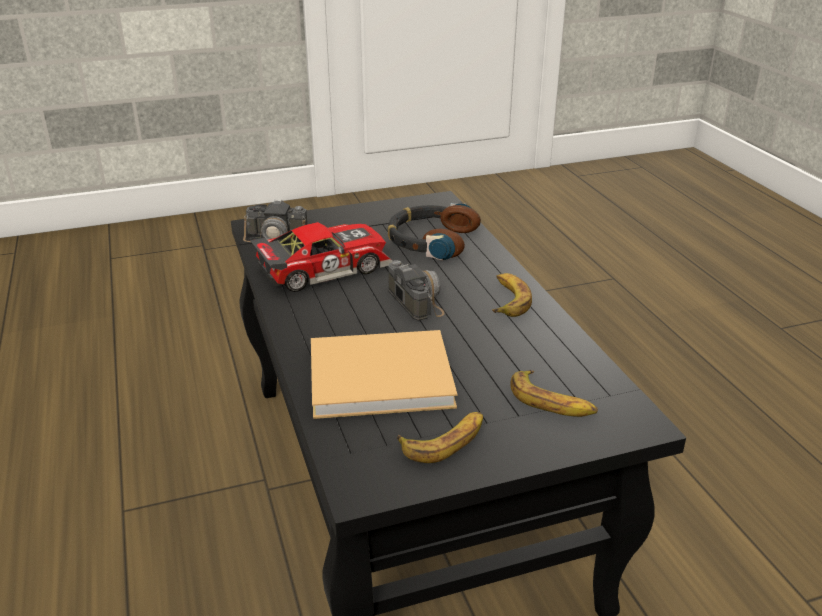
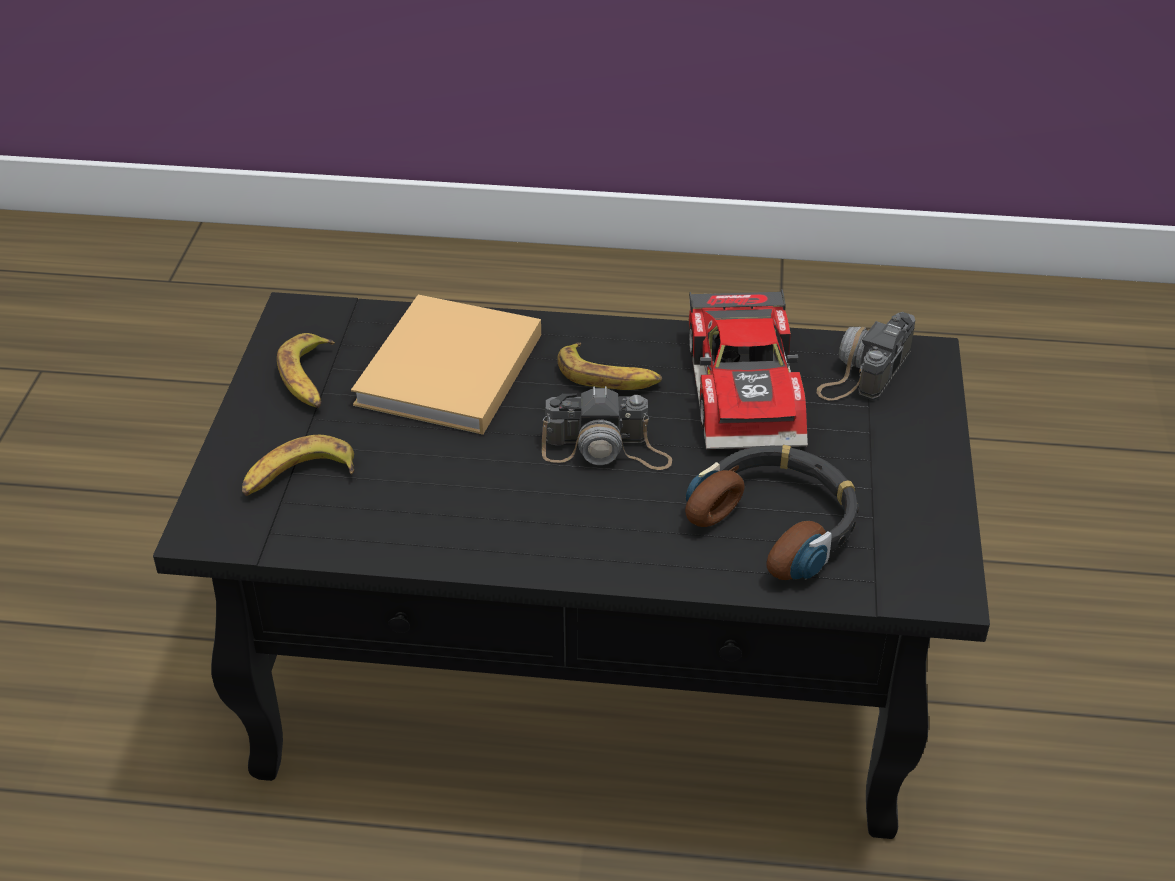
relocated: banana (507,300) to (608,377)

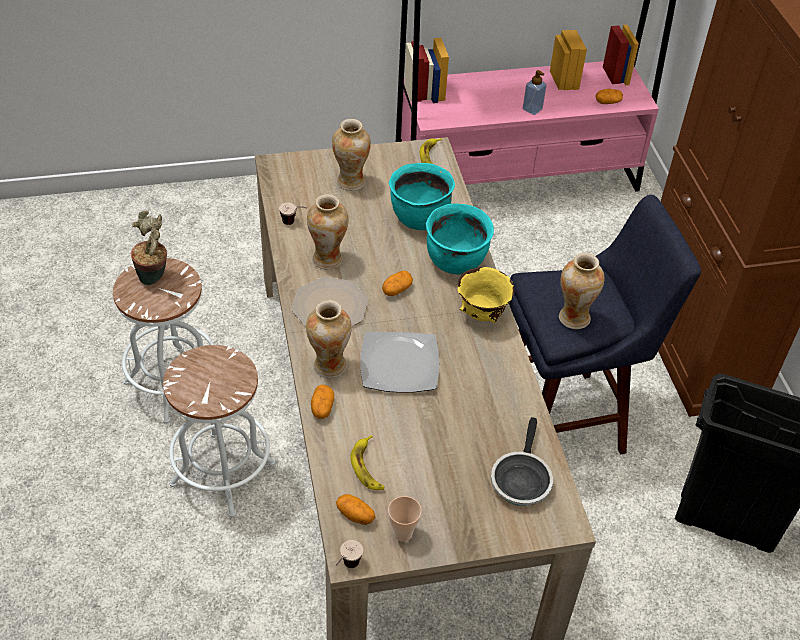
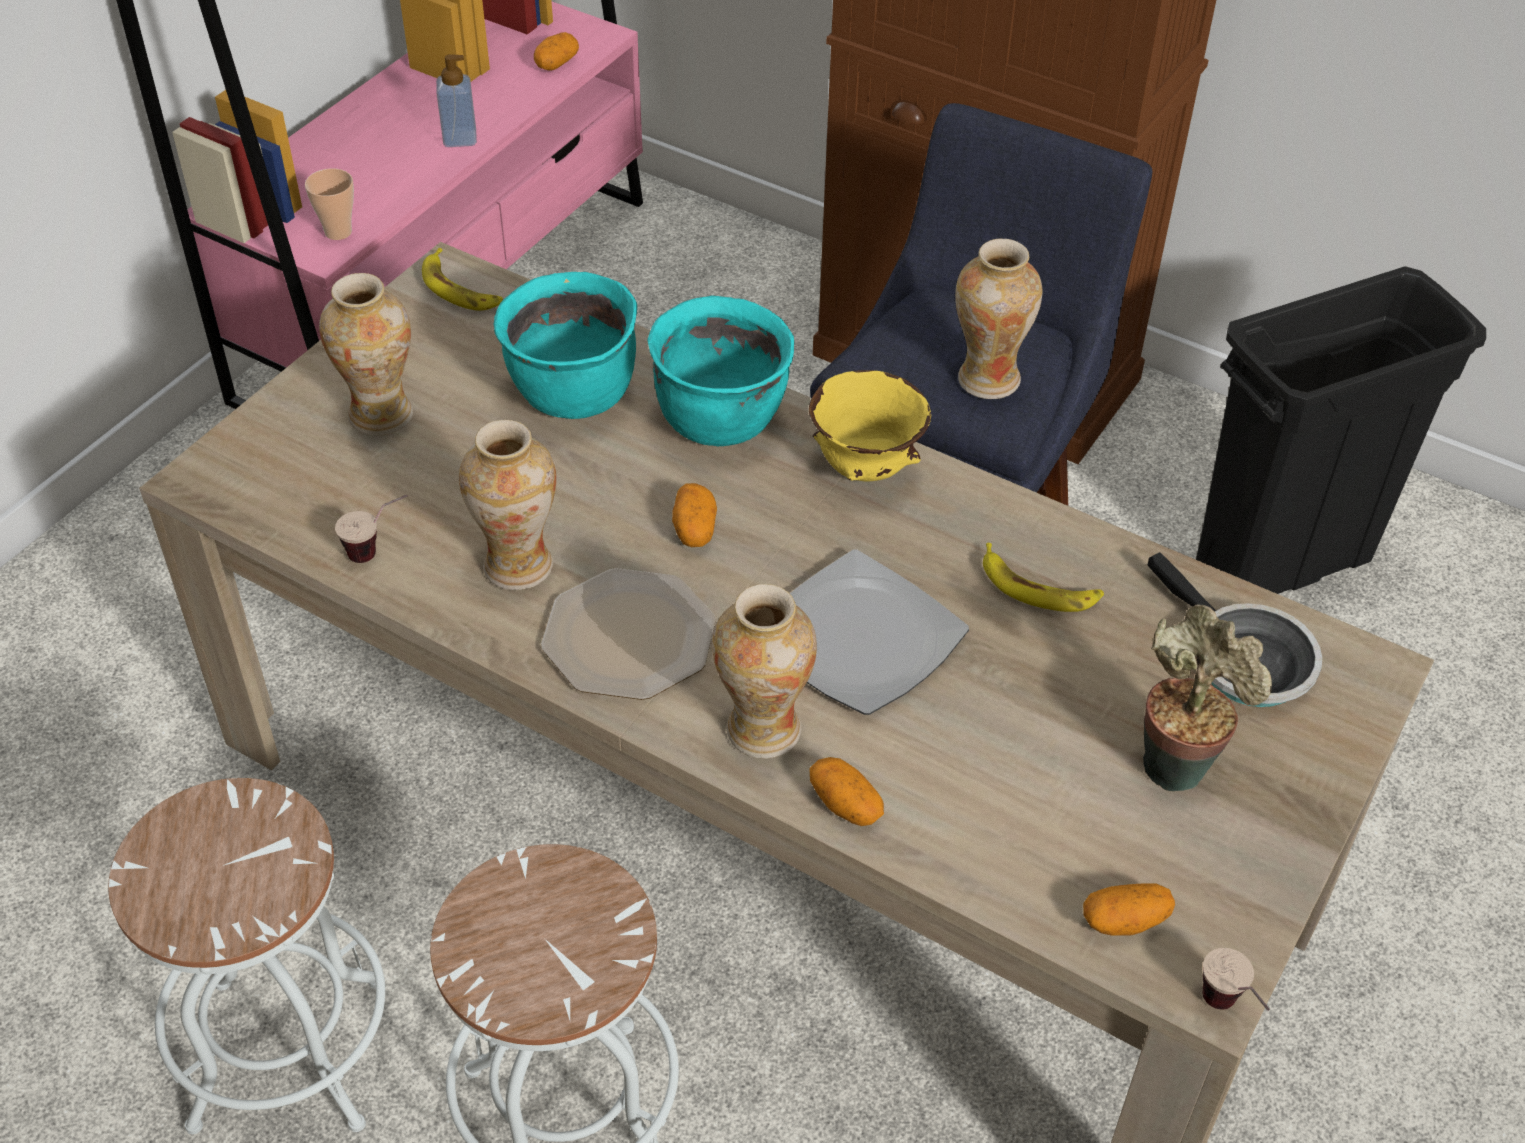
relocated: small cup (403,533) to (338,232); banana (368,467) to (1038,587); potted plant (154,277) to (1177,761)

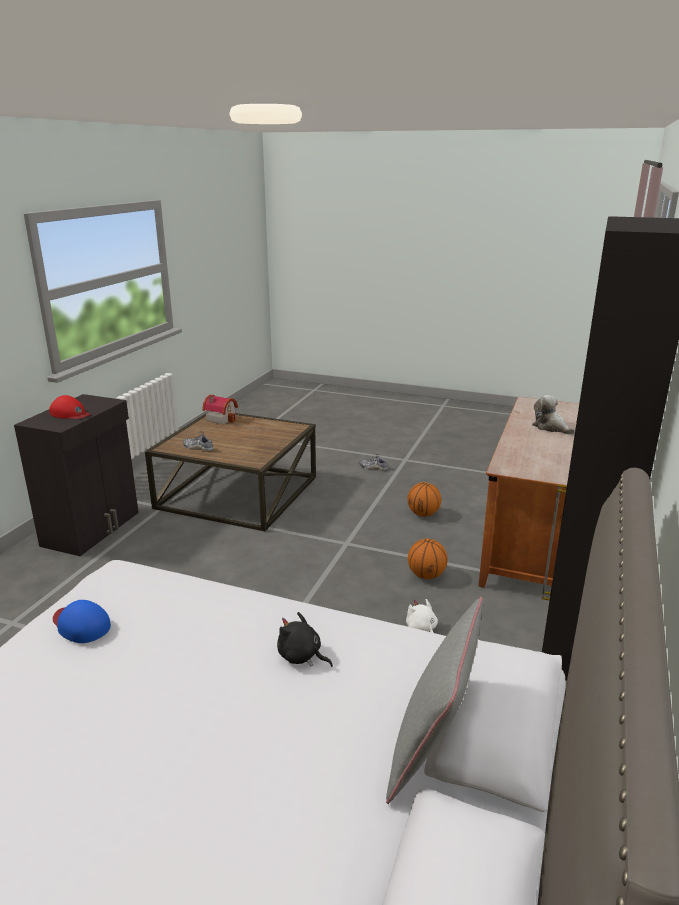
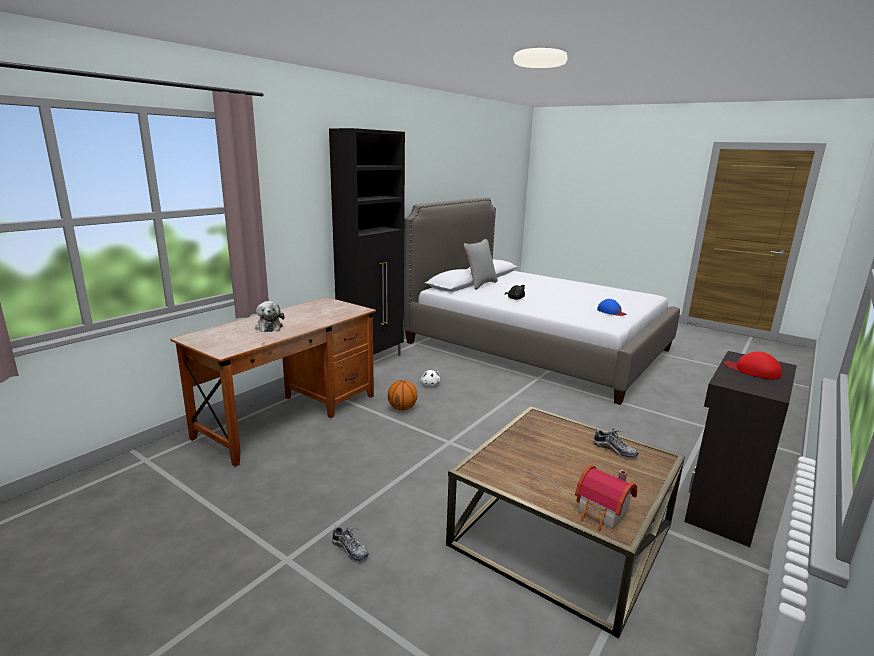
missing: ball for basketball (423,514)

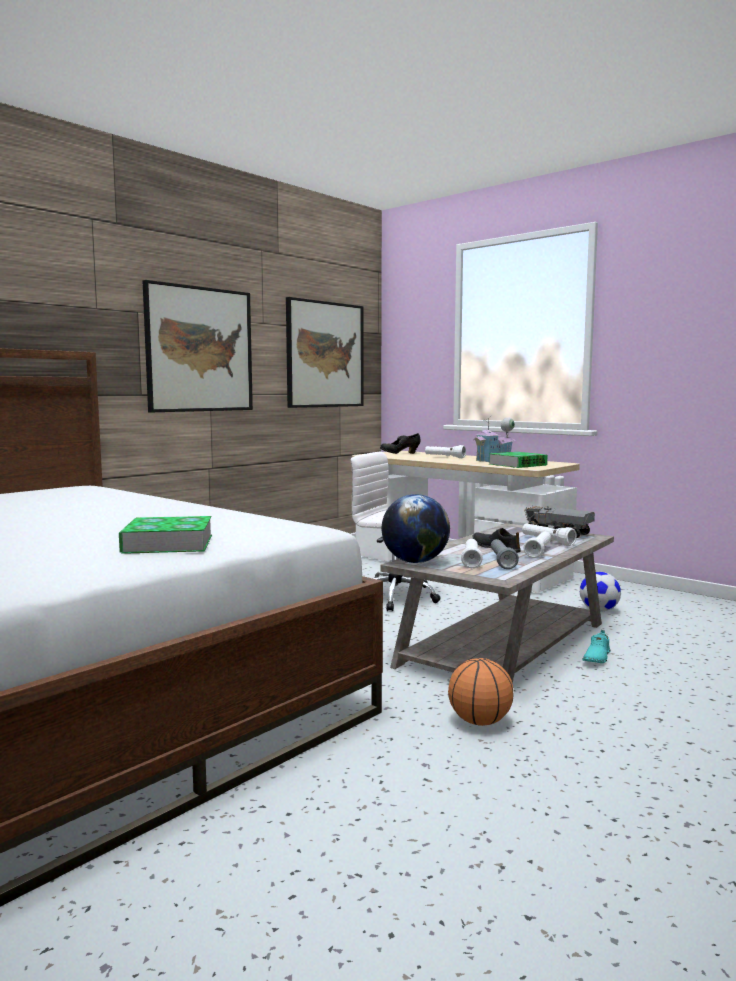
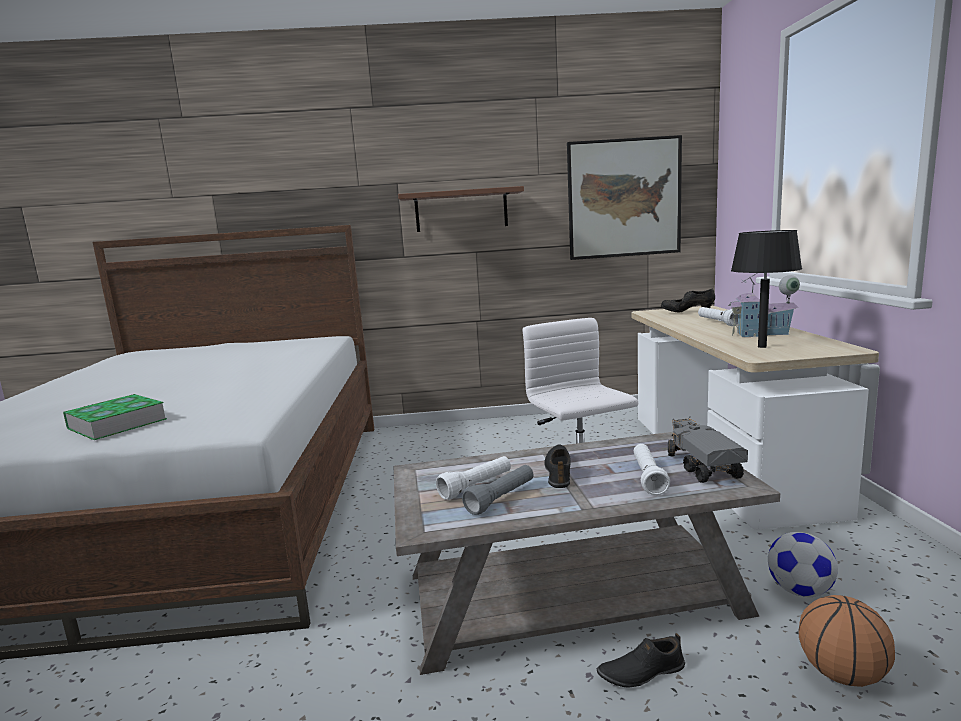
missing: desk globe (415,562); white torch (539,552)
relocated: ball for basketball (479,722) to (841,674)
exchanged: picture (199,349) to brownish wall shelf (461,210); bound book (517,465) to black lamp for a table (762,347)
colour: blue-green item of footwear (596,657) to black item of footwear (641,672)

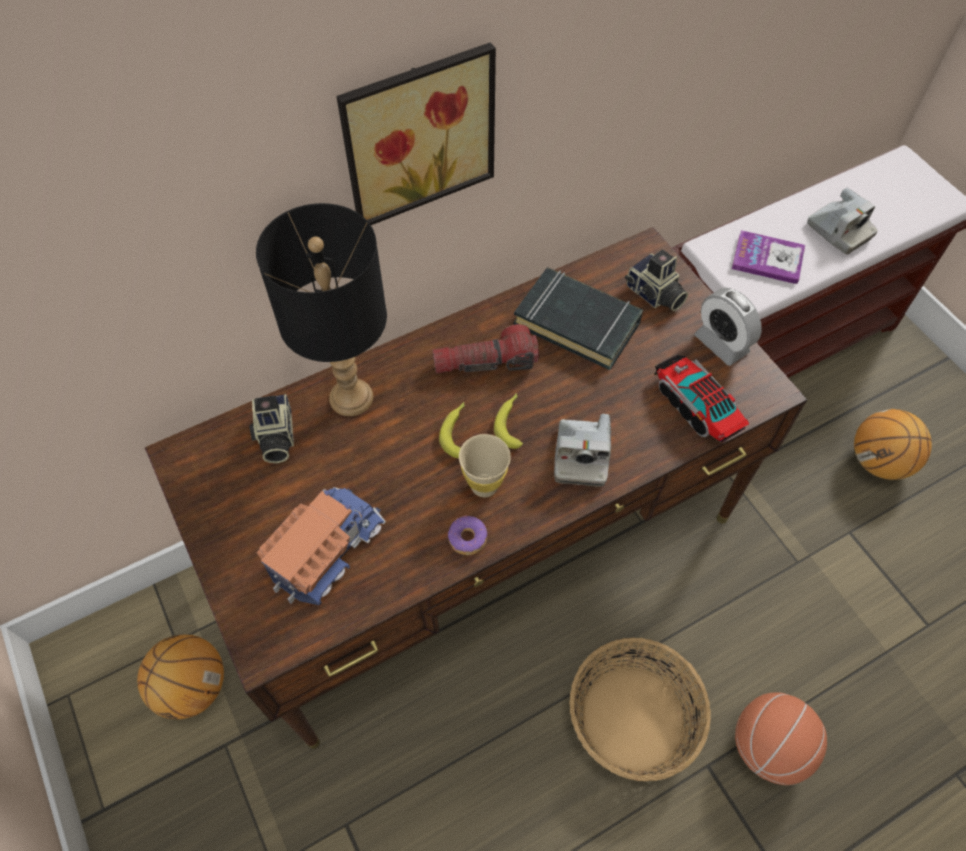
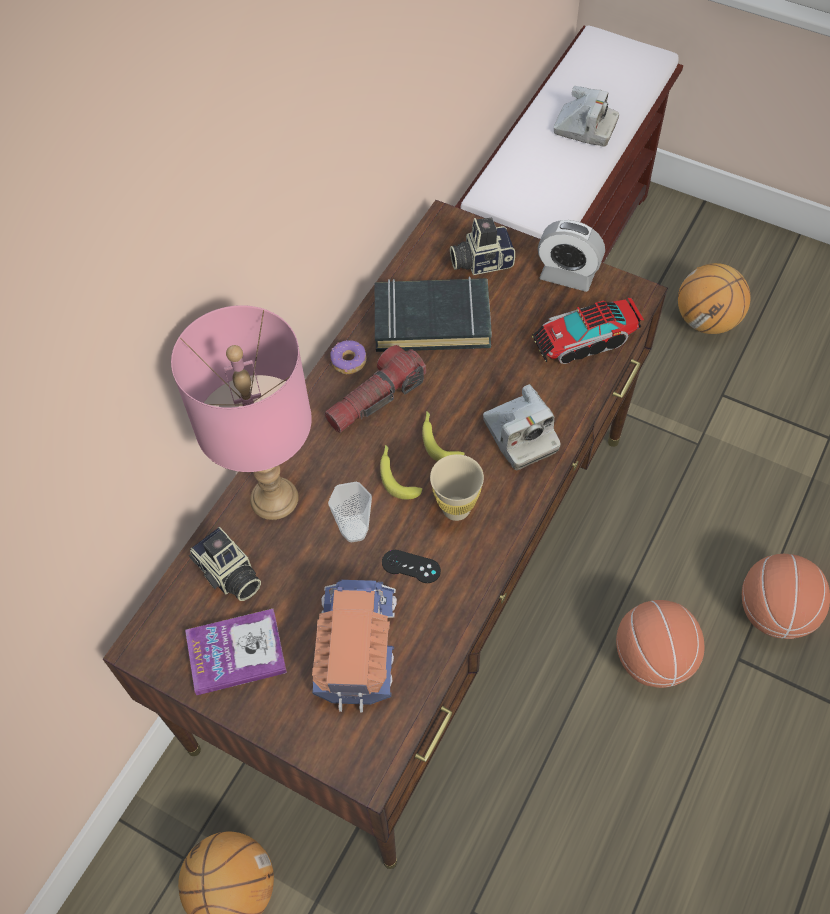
missing: picture (417,133)
appeared: small cup (354,530); black gamepad (411,566)
relocated: bound book (767,259) to (236,652); doughnut (467,539) to (348,361)
exchanged: storage basket (631,719) to ball for basketball (653,659)
colour: black lamp for a table (351,398) to pink lamp for a table (274,499)
spun: photo camera (654,295) = (481,261) 150 degrees clockwise; toy truck (696,406) = (584,340) 45 degrees counterclockwise

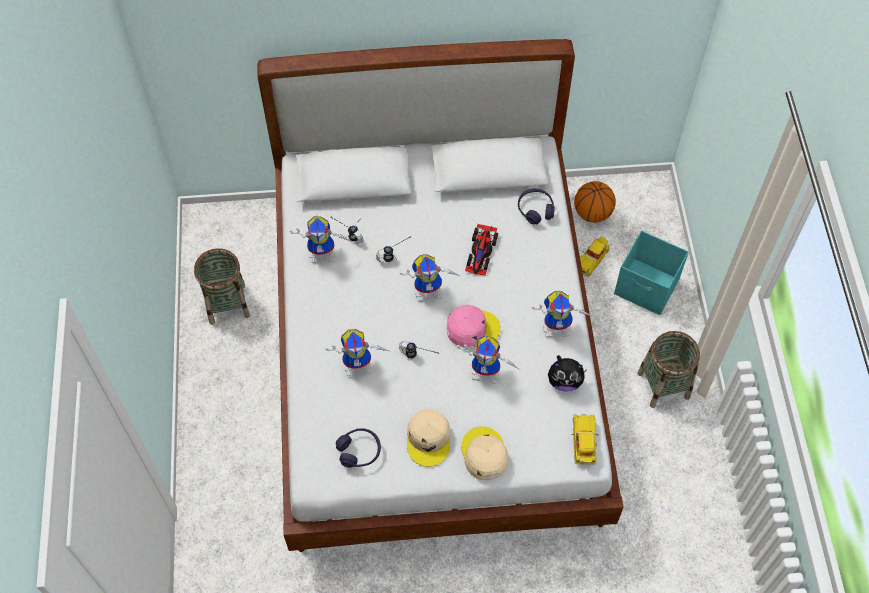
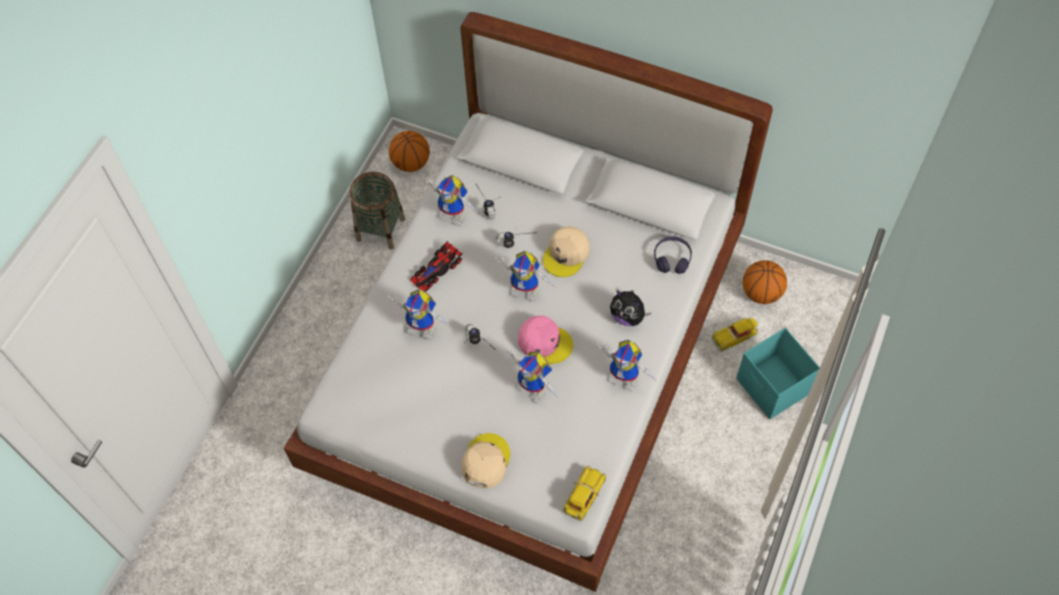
missing: purple-coloured pair of headphones (359,451); storage basket (663,385)
appeared: ball for basketball (411,163)
relocated: model car (481,252) to (436,269); beige-coloured cap (428,439) to (566,254); plush toy (564,381) to (627,317)

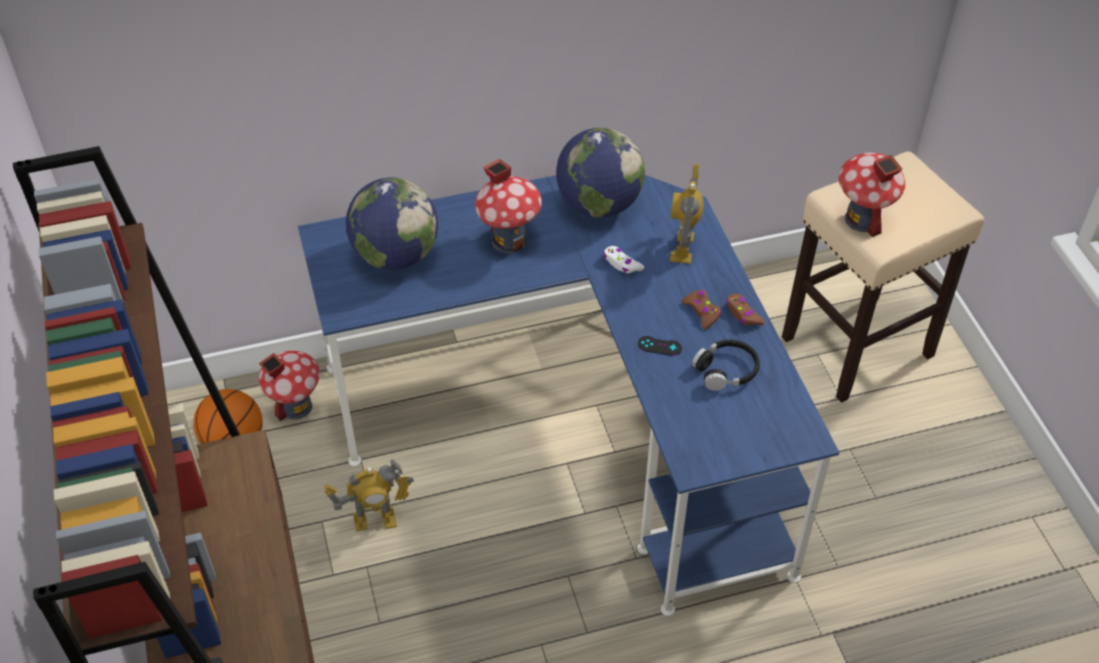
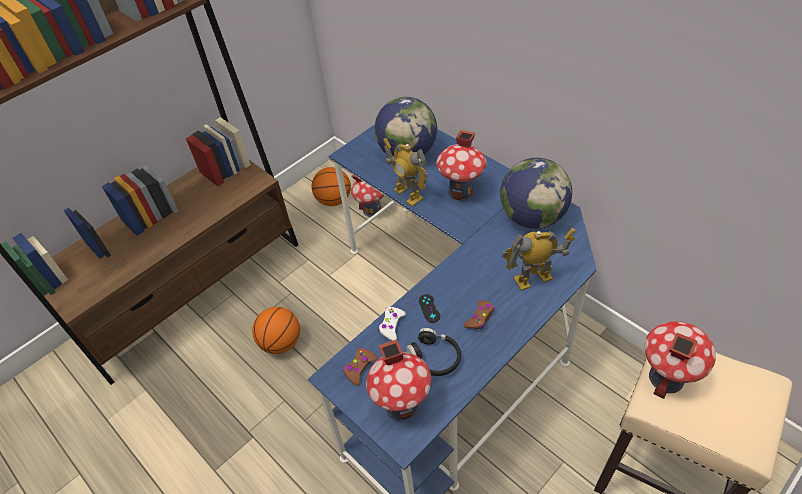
appeared: ball for basketball (281,342); miniature house (402,405)
relocated: brownish gamepad (743,314) to (359,368); white gamepad (622,264) to (391,326); robot figure (375,521) to (408,194)

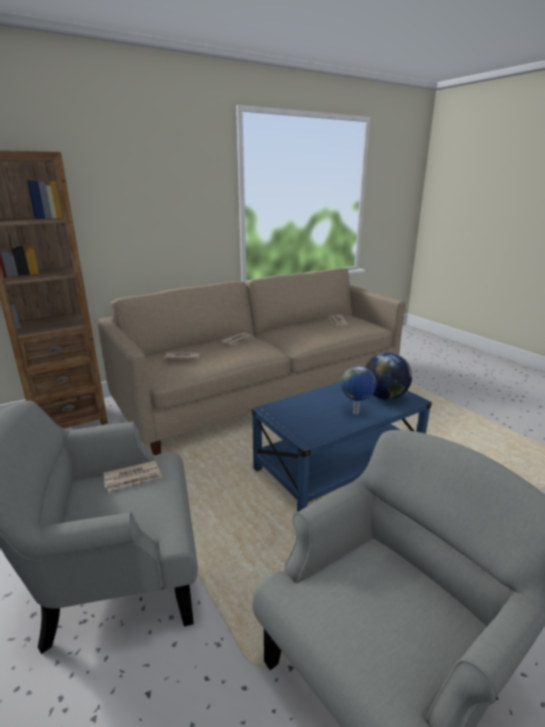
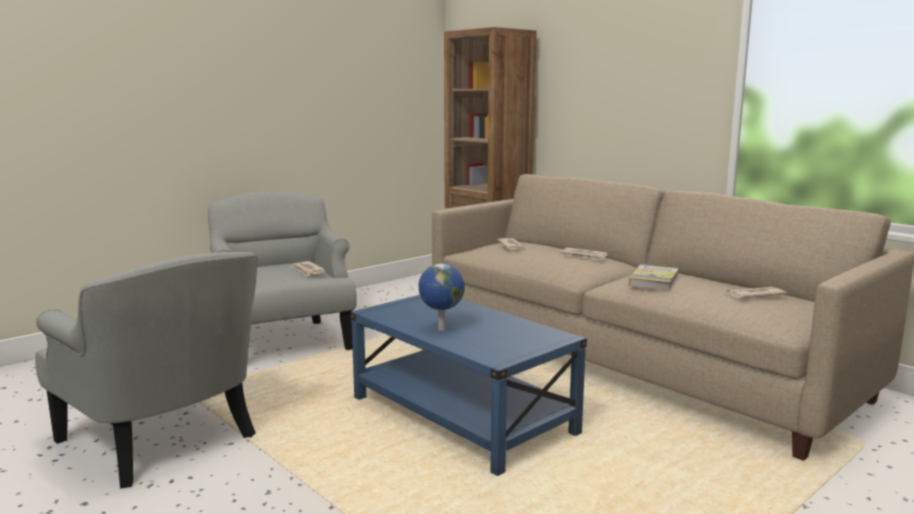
missing: desk globe (384,397)
appeared: bound book (654,280)

